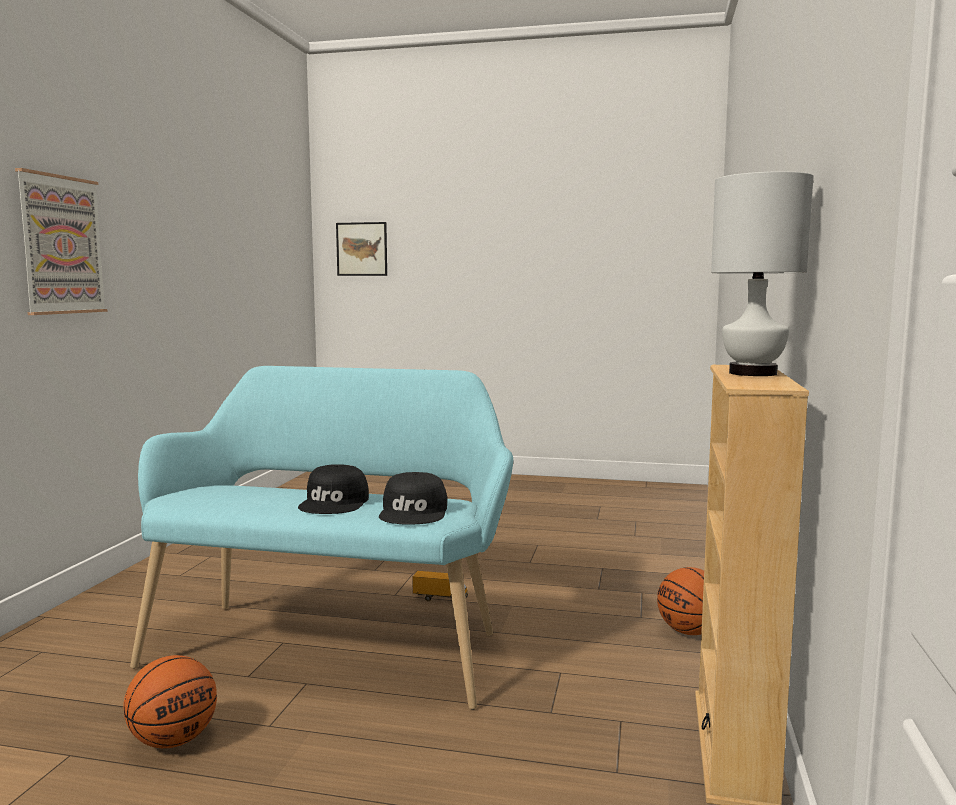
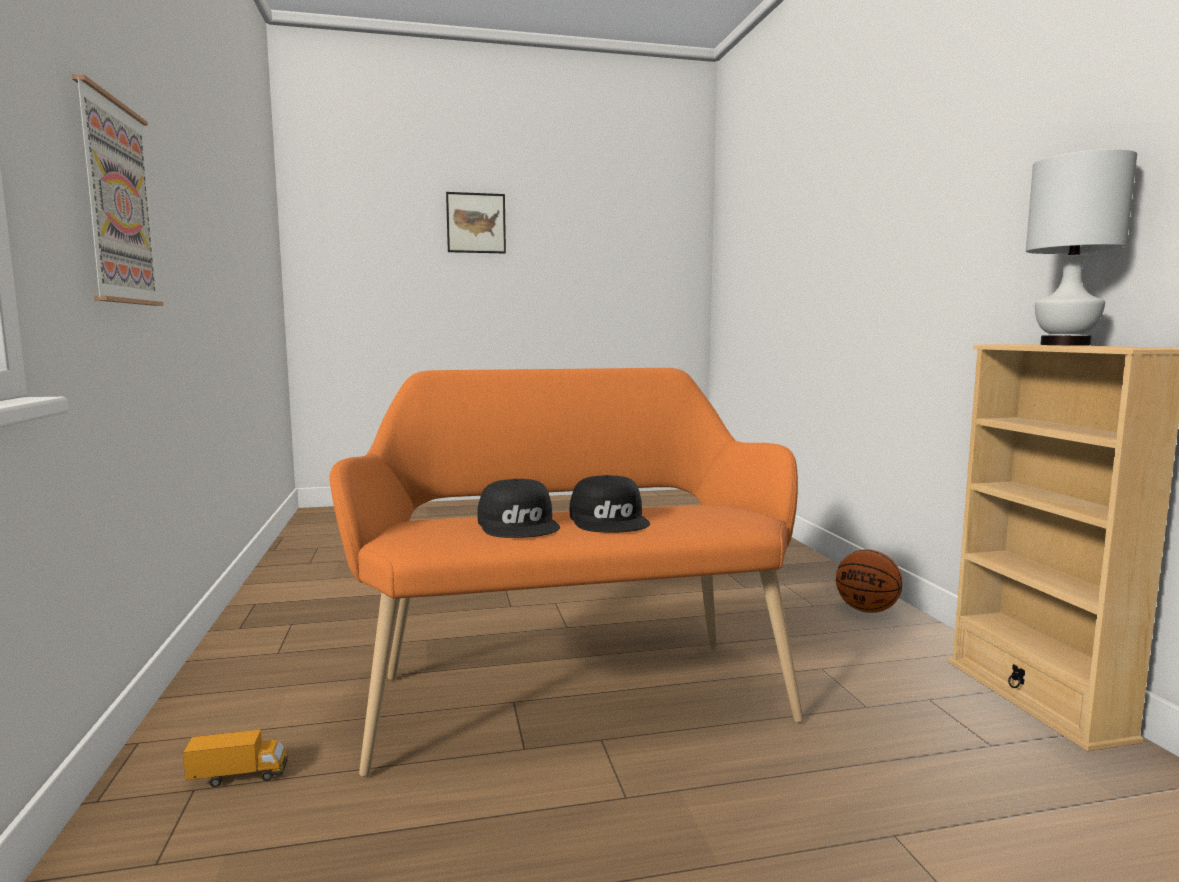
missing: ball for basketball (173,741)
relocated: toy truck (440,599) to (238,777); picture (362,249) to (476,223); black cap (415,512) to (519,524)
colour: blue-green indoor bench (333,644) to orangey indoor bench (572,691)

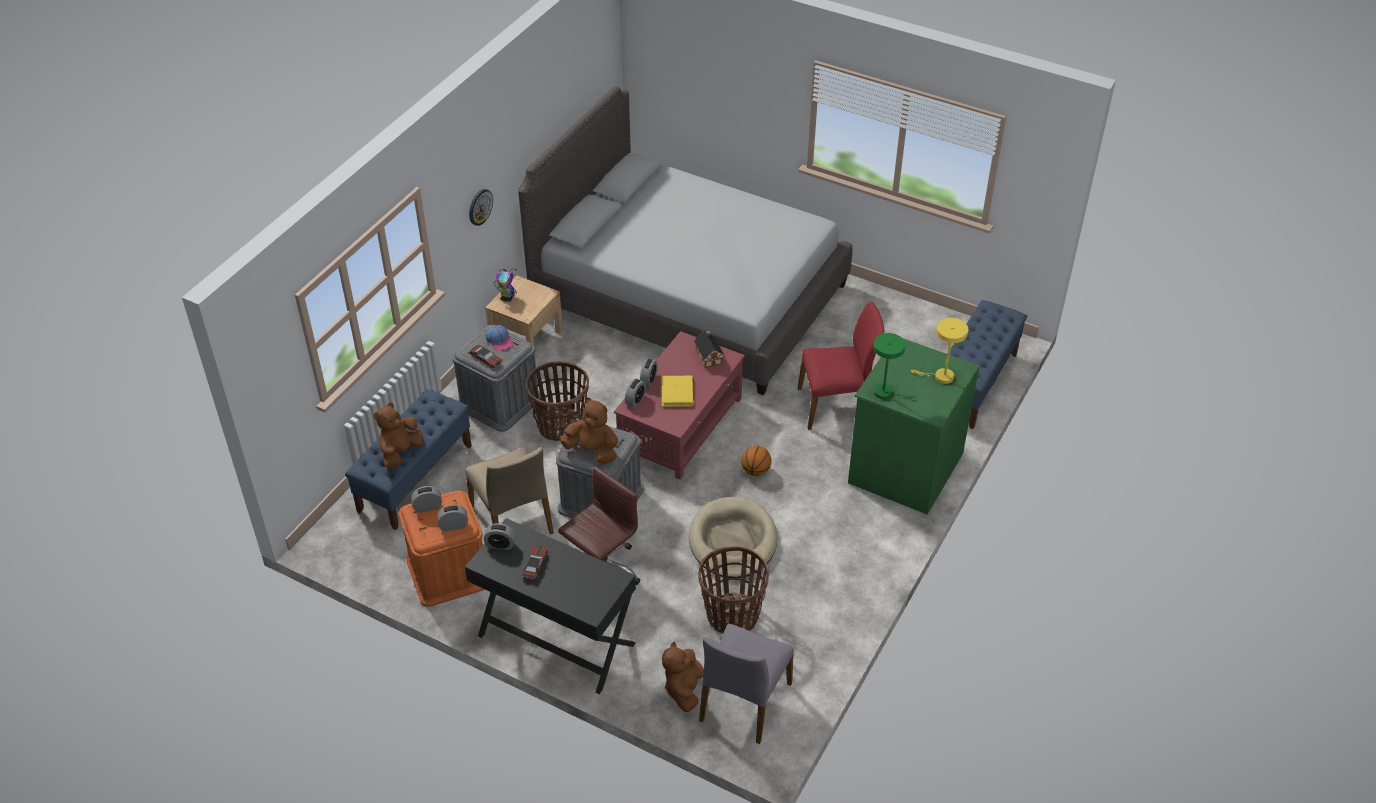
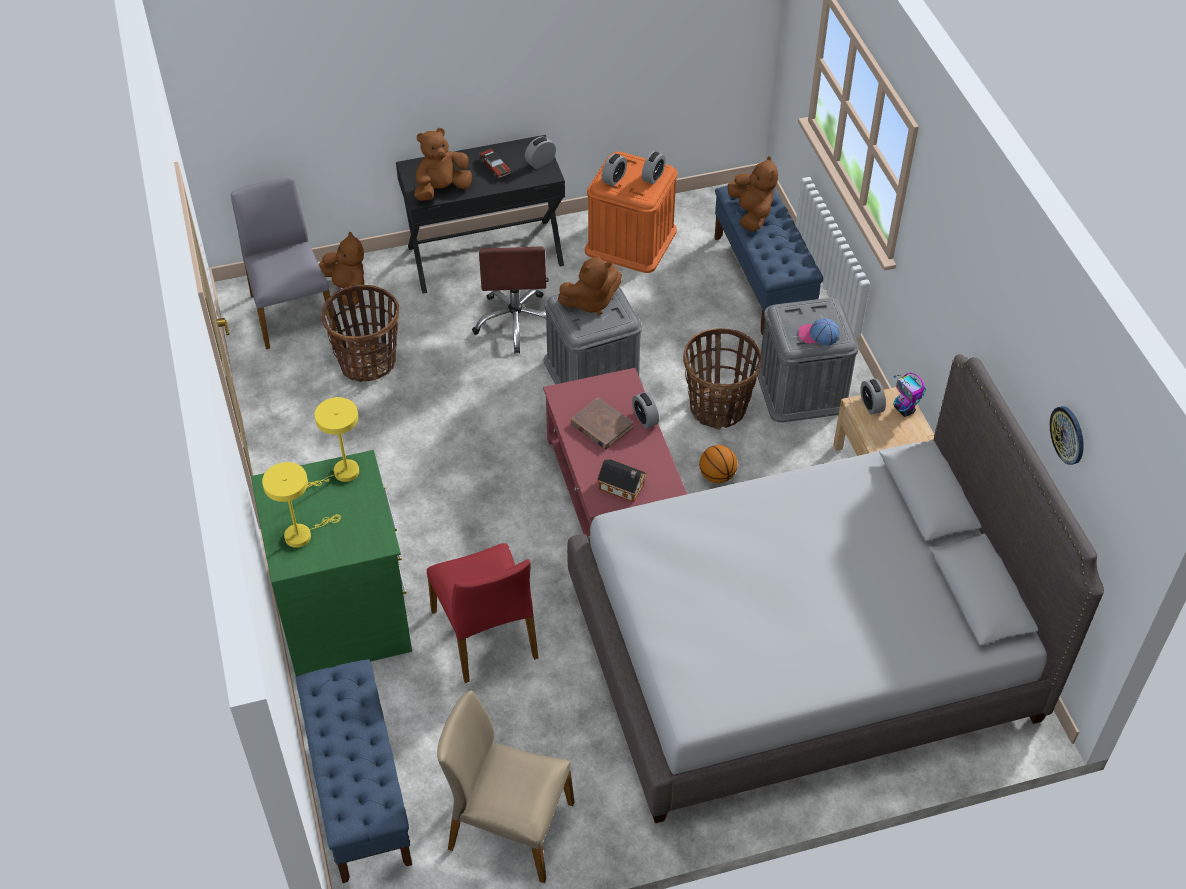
missing: model car (486,359); beige-coloured pet bed (732,541)
appeared: brownish plush toy (441,189)
relocated: beige-coloured plain chair (513,519) to (509,826); ball for basketball (755,471) to (717,475); table clock (635,400) to (871,405); wall clock (480,206) to (1068,435)
colour: green-coloured lamp for a table (887,393) to yellow lamp for a table (342,474); yellow bound book (677,393) to brownish bound book (601,426)
spun: reddish plain chair (836,405) = (486,634) 60 degrees counterclockwise

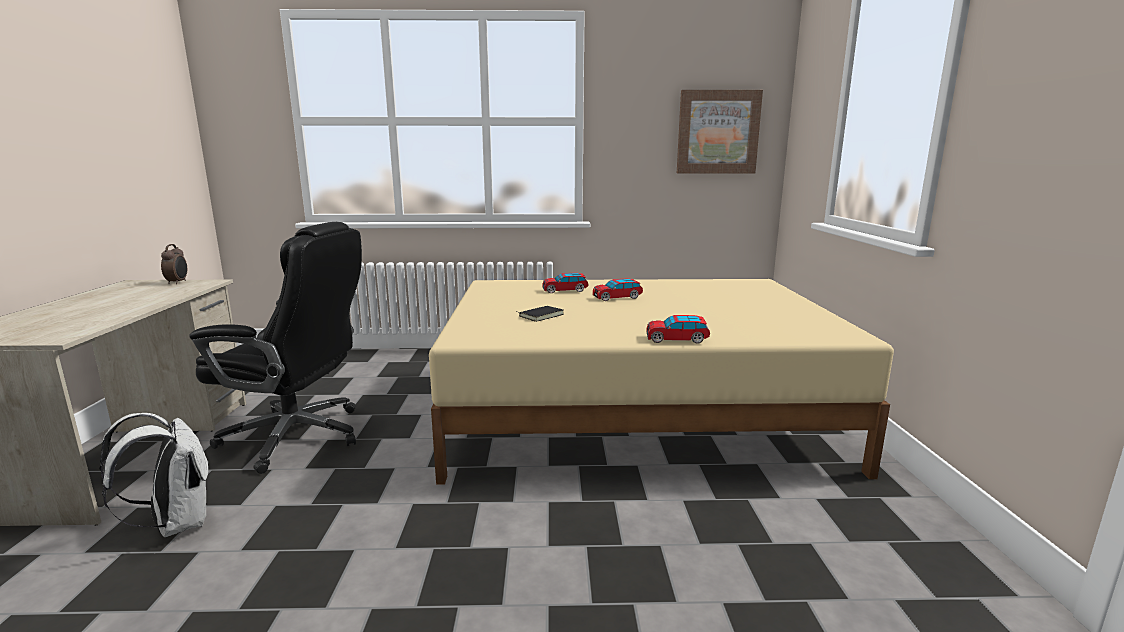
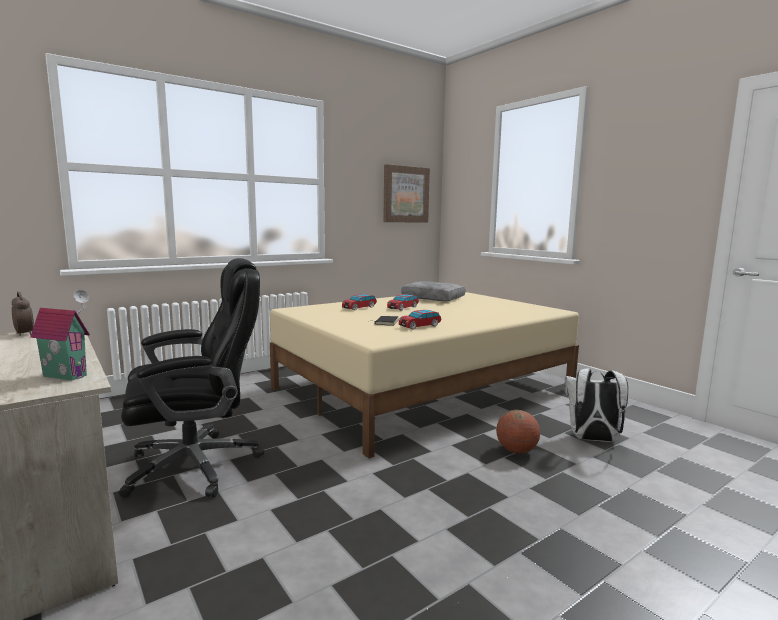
appeared: miniature house (68,375); greyish cushion (434,298); ball for basketball (516,451)
relocated: model car (677,339) to (419,326); white rucksack (176,524) to (592,439)

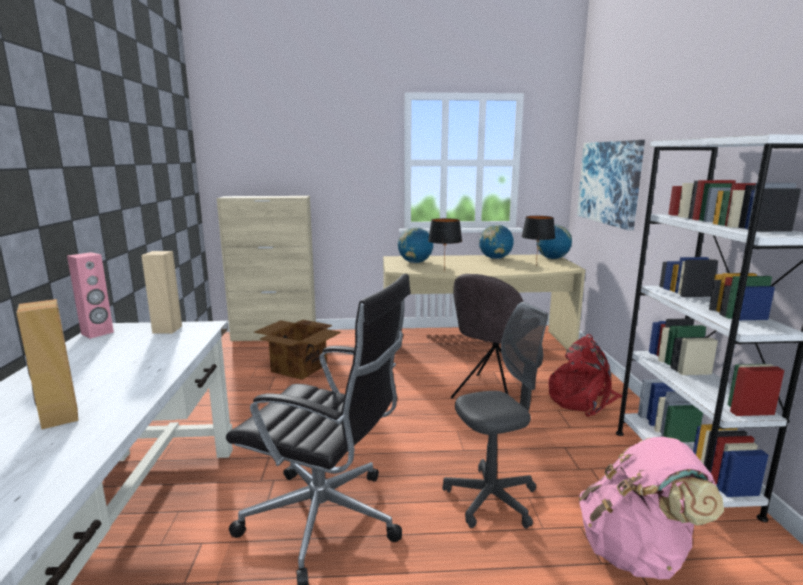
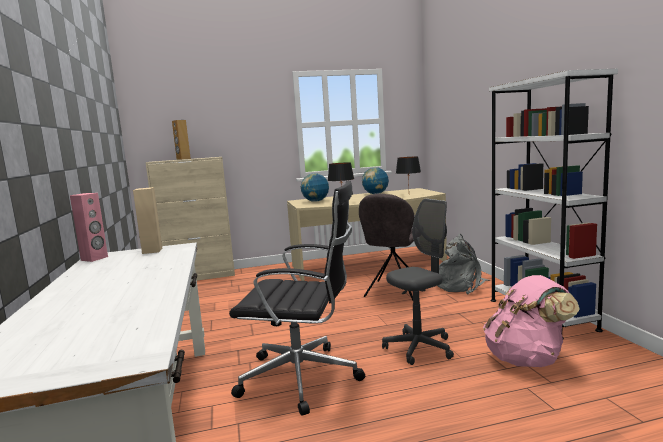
missing: packing box (299,368); desk globe (552,258); picture (609,182)
relocated: brownish loudspeaker (59,418) to (183,159)
colour: reddish rucksack (583,400) to greyish rucksack (461,285)

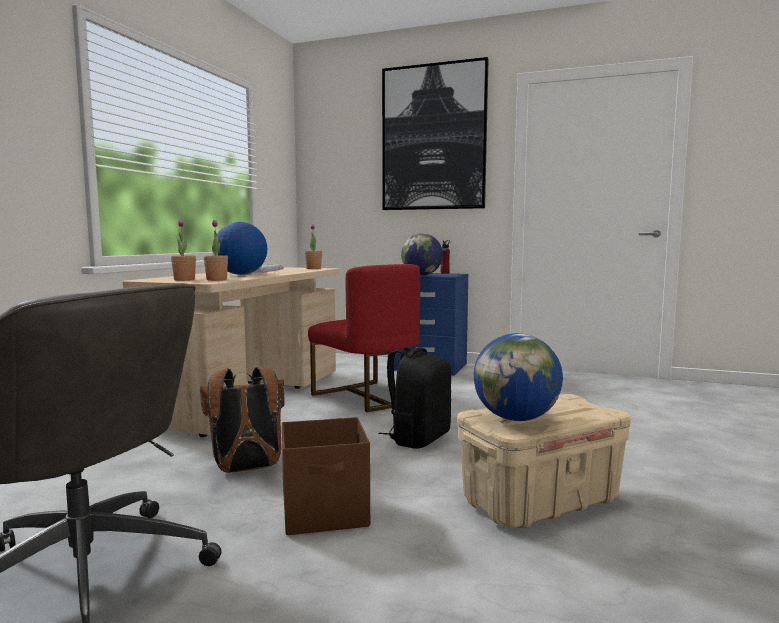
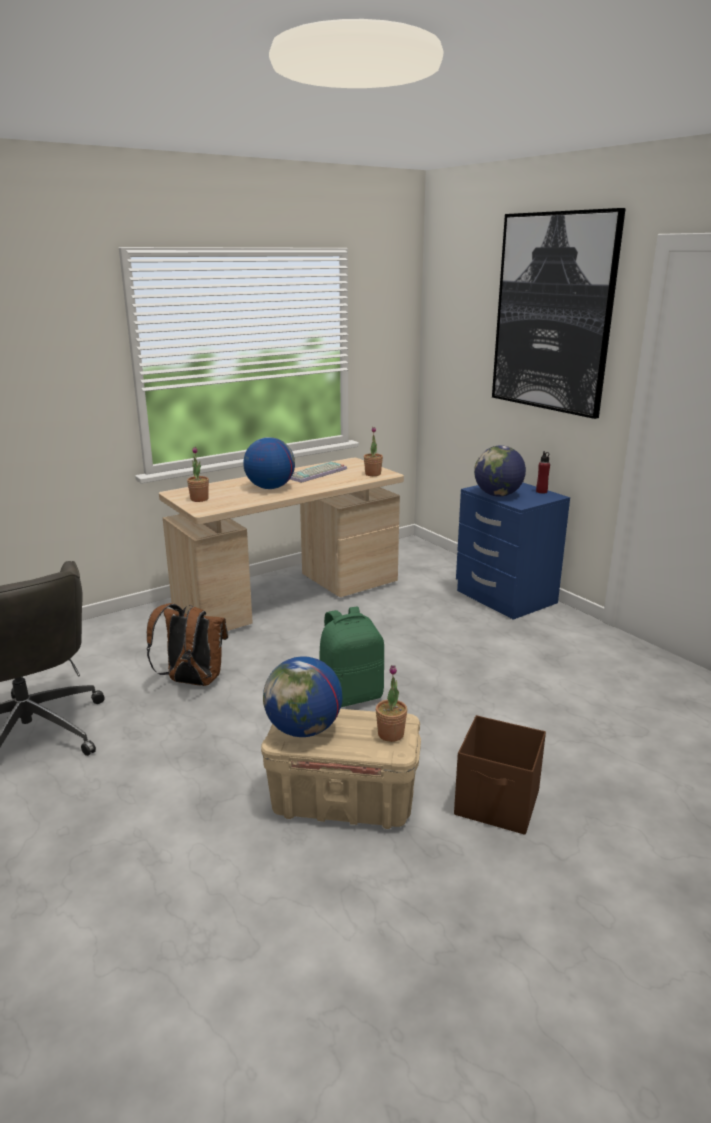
missing: reddish plain chair (366,397)
relocated: potted plant (216,279) to (390,734); brownish storage box (326,512) to (498,804)
colour: black rucksack (418,438) to green-coloured rucksack (351,695)

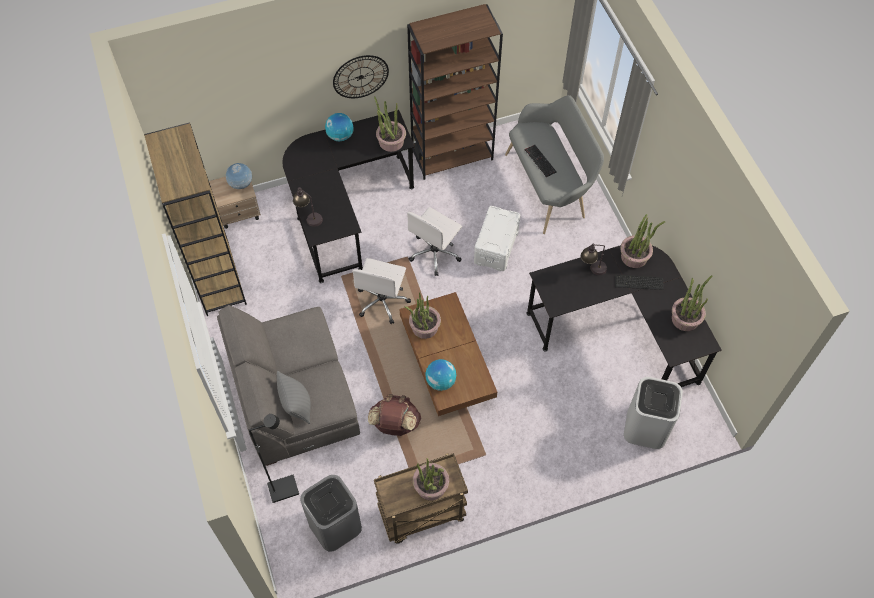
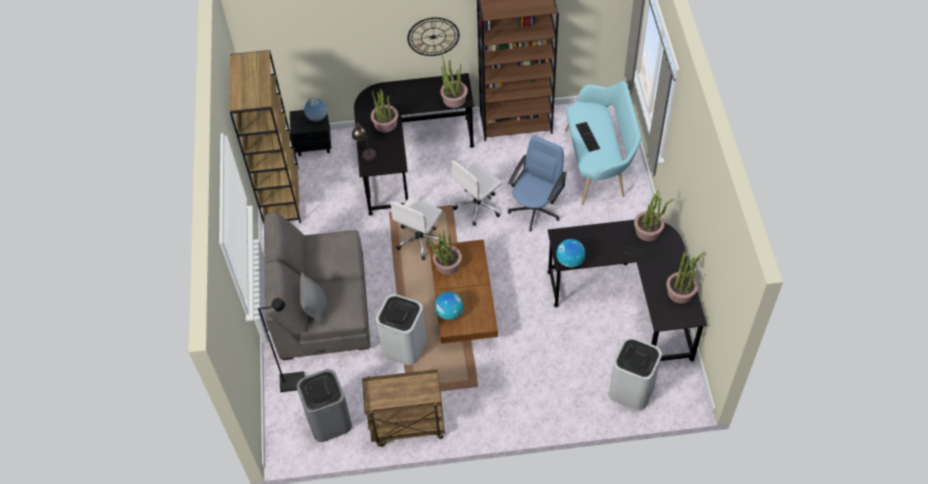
missing: lamp for a table (592,269)
relocated: potted plant (431,486) to (385,124); desk globe (340,136) to (570,261)
exchanged: brownish rucksack (395,424) to white rubbish bin (403,346); white storage box (496,247) to bluish desk chair (535,209)
colour: beige-coloured bedside table (239,213) to black bedside table (314,145); greyish indoor bench (549,186) to blue-green indoor bench (598,164)

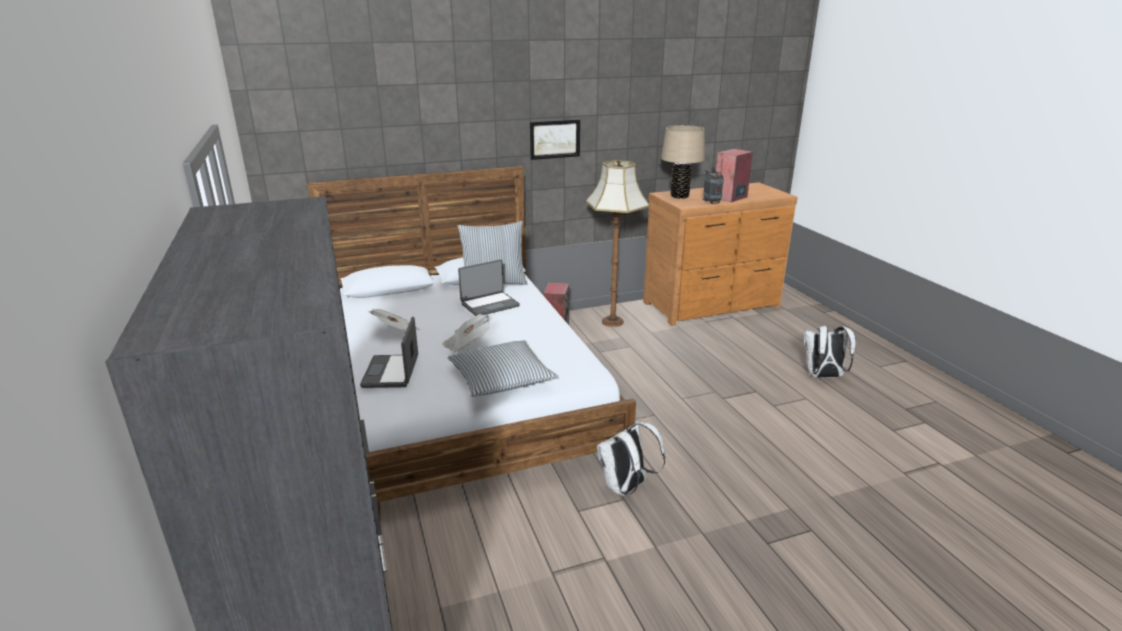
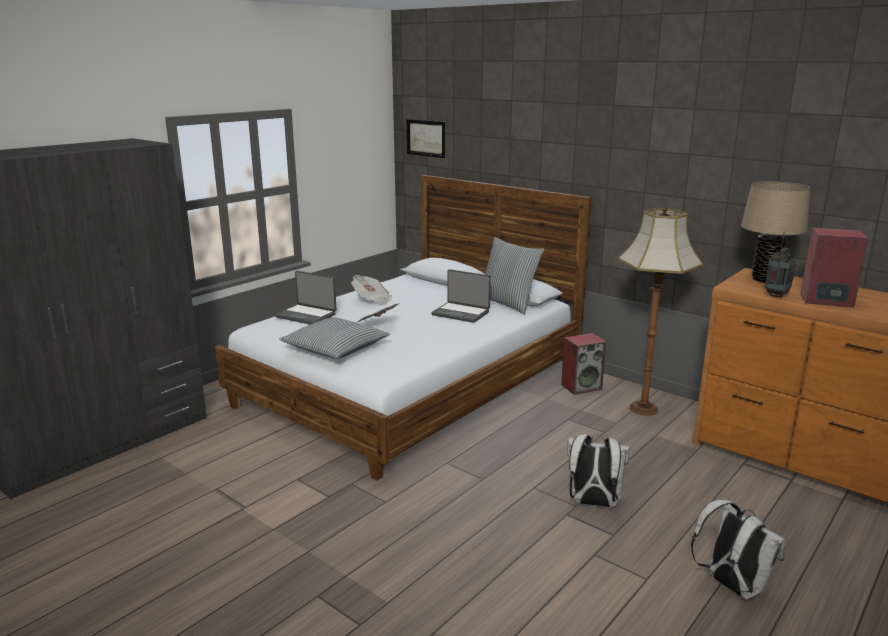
relocated: picture (555,139) to (426,138); white rucksack (626,488) to (592,503)
spun: notebook computer (392,372) = (306,315) 120 degrees counterclockwise

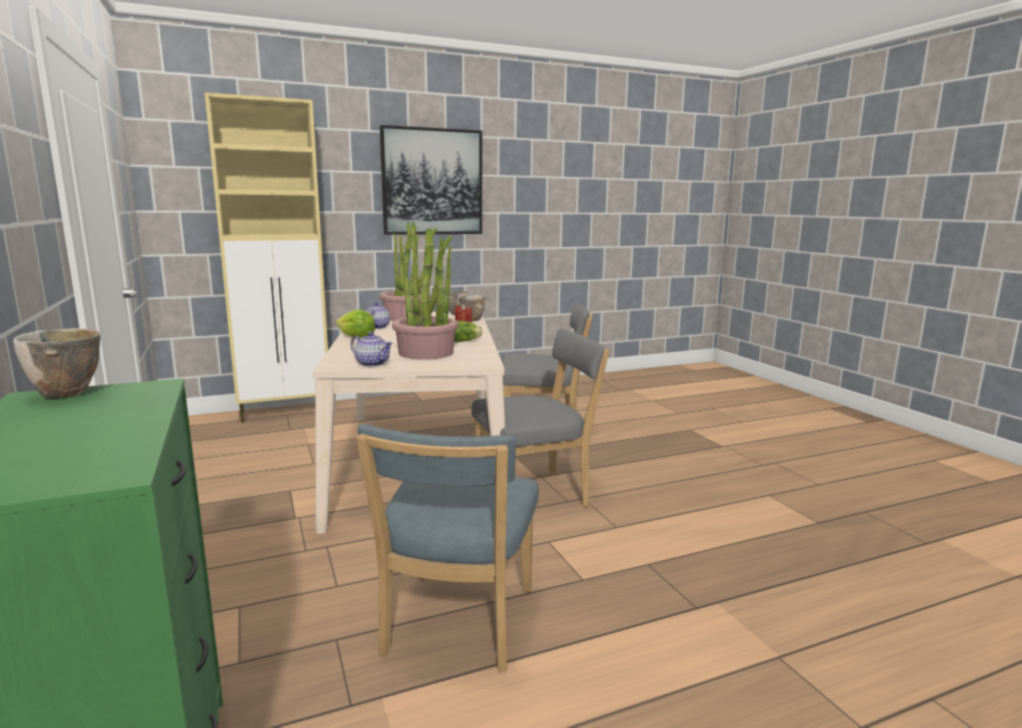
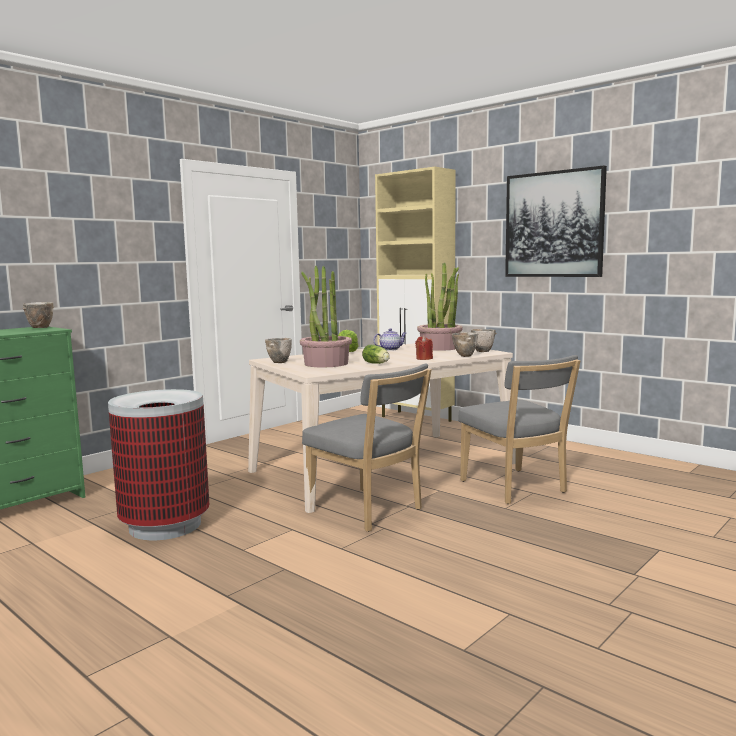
exchanged: bluish plain chair (456,626) to rubbish bin (165,525); pot for tea (372,364) to serving bowl (280,362)

